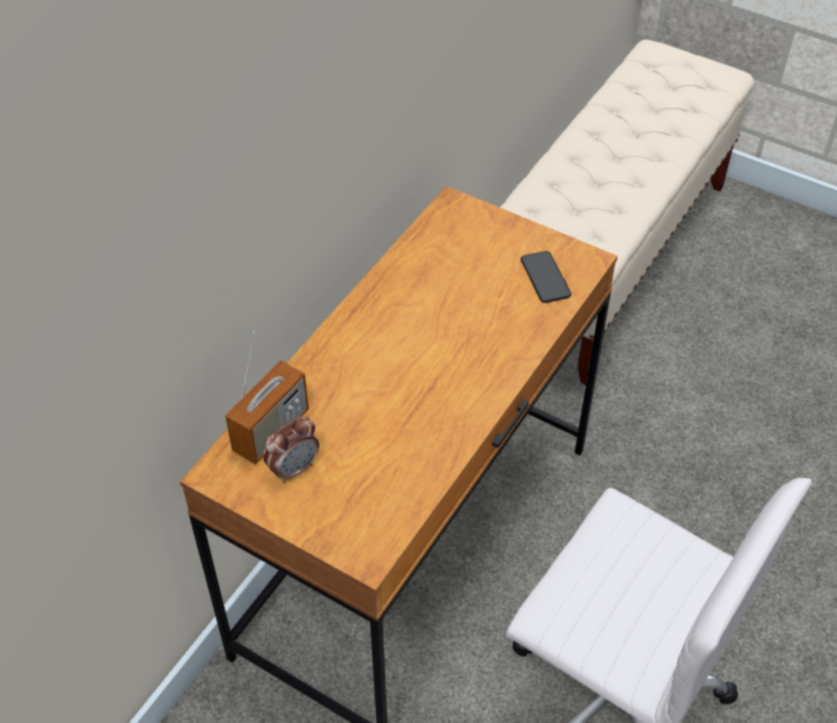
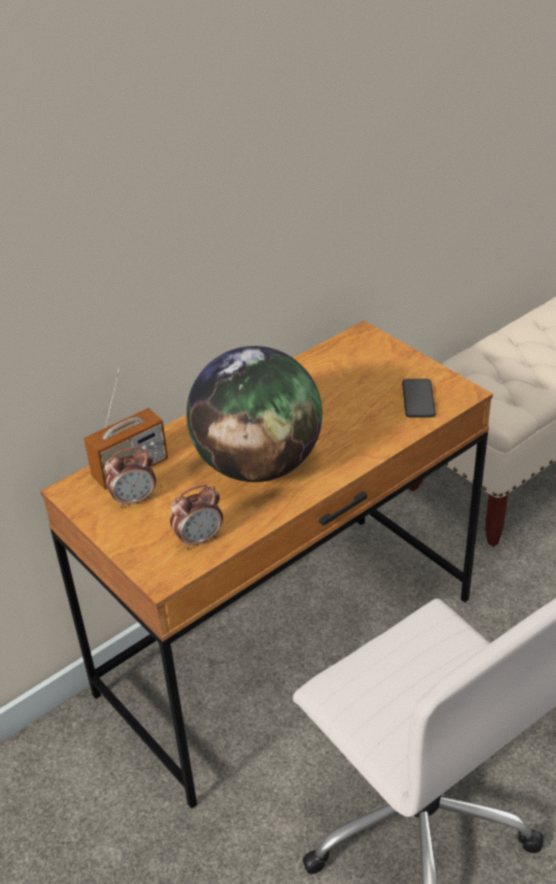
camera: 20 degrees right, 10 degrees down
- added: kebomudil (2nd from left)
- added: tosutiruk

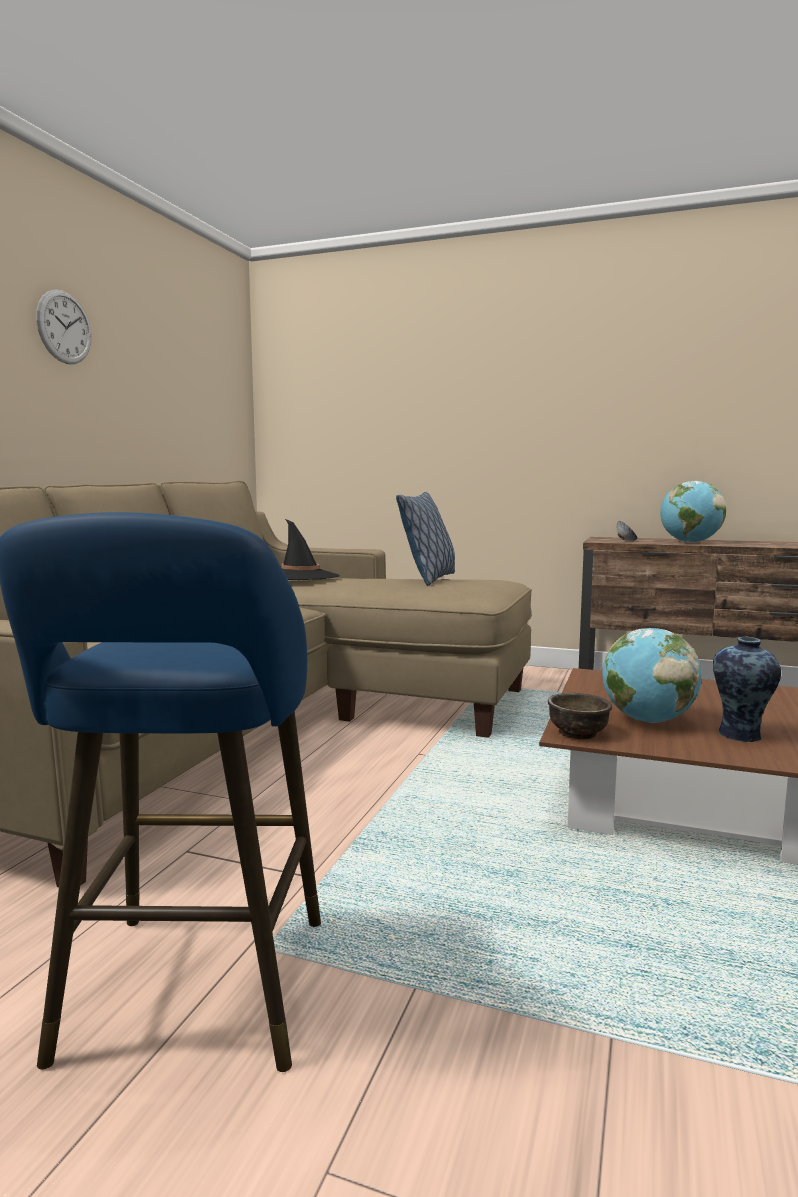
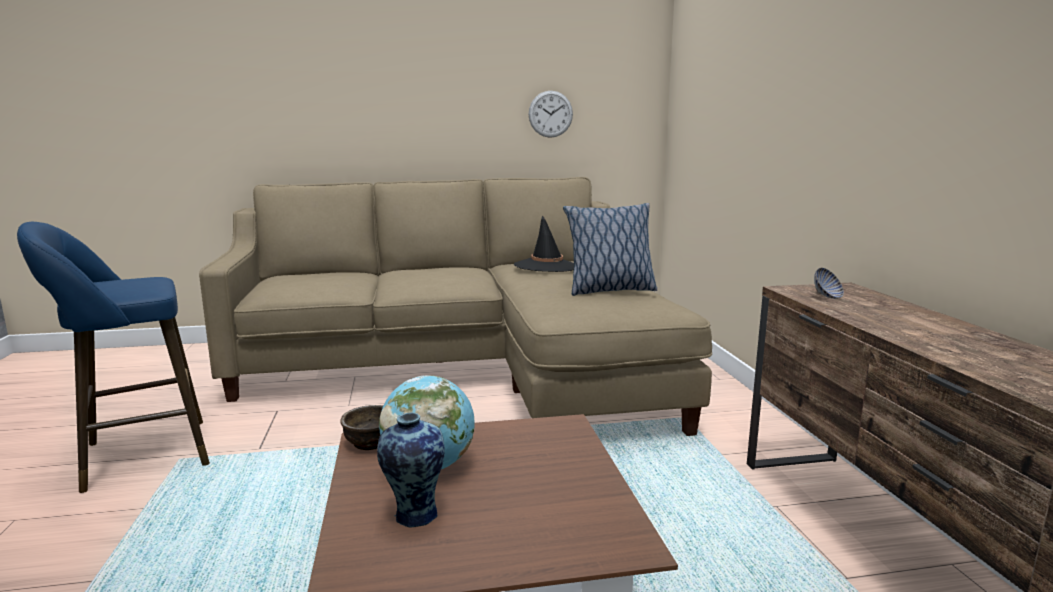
camera: 60 degrees right, 5 degrees up
- moved: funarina
- removed: tosutiruk (2nd from left)

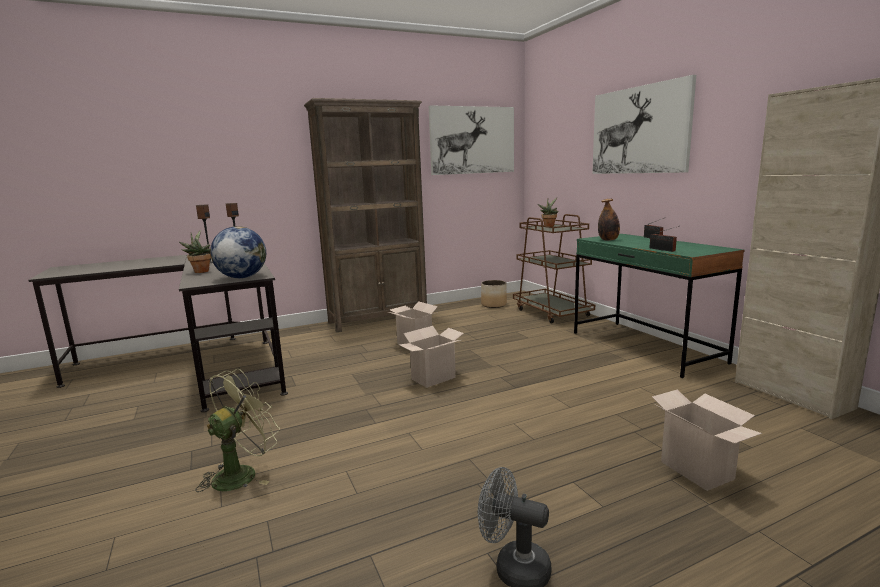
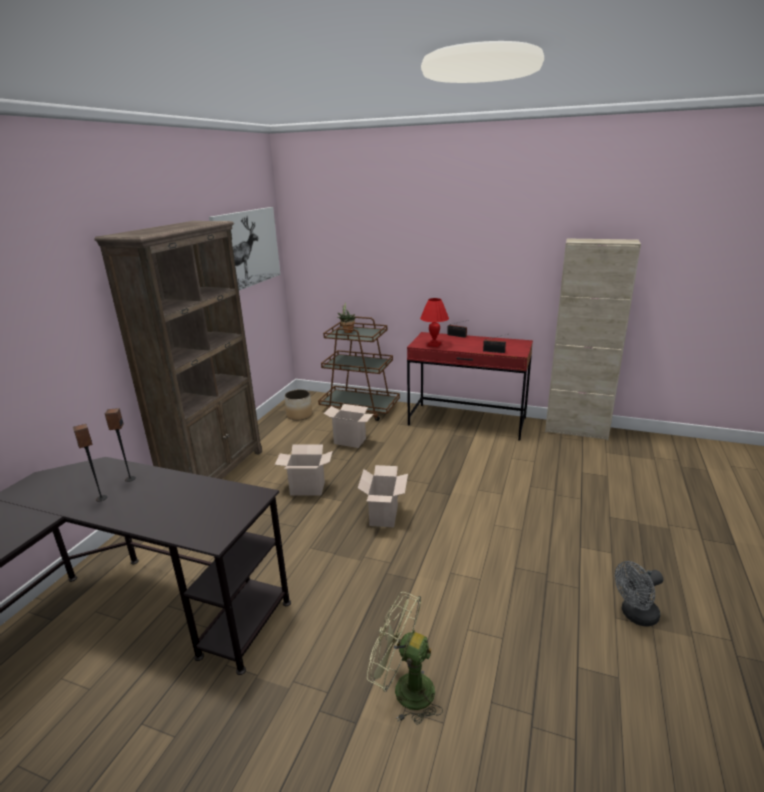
camera: 45 degrees left, 10 degrees up
- removed: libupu (1st from left)
- turned: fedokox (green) 60 degrees counterclockwise
- removed: tosutiruk
- recoloured: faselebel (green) to faselebel (red)
- removed: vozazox (2nd from left)
- replaced: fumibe to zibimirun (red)
- moved: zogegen (3rd from left in the first image) to zogegen (2nd from left)

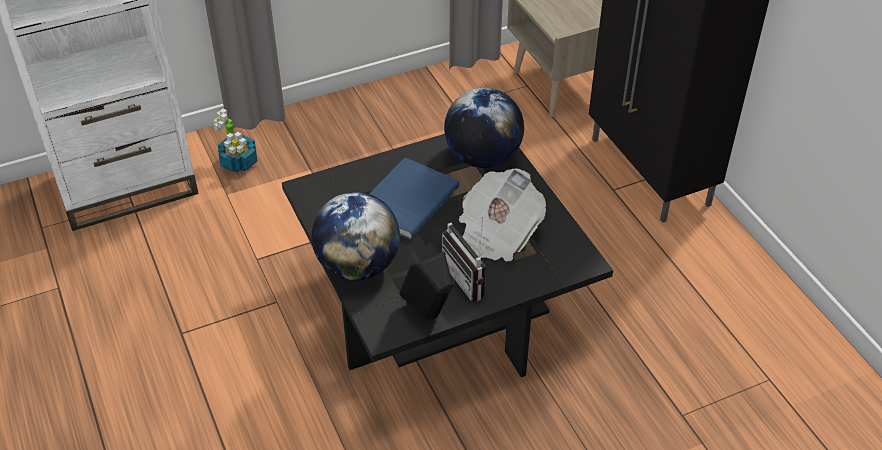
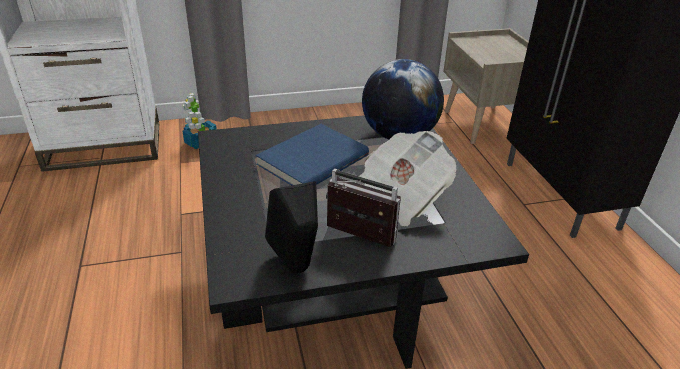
camera: 10 degrees right, 10 degrees down
- removed: tosutiruk (1st from left)
- turned: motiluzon 135 degrees clockwise

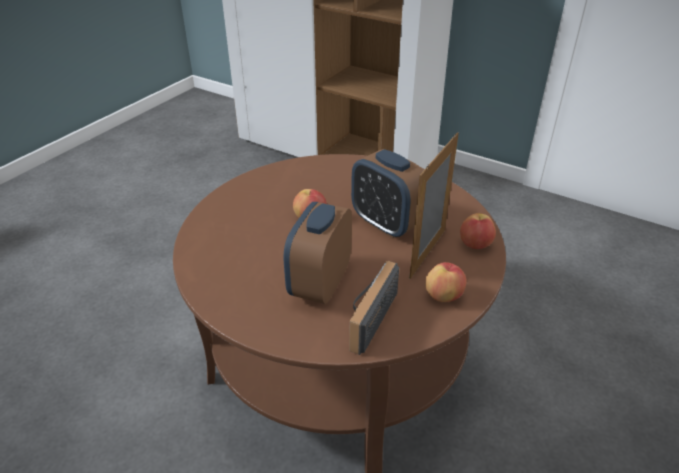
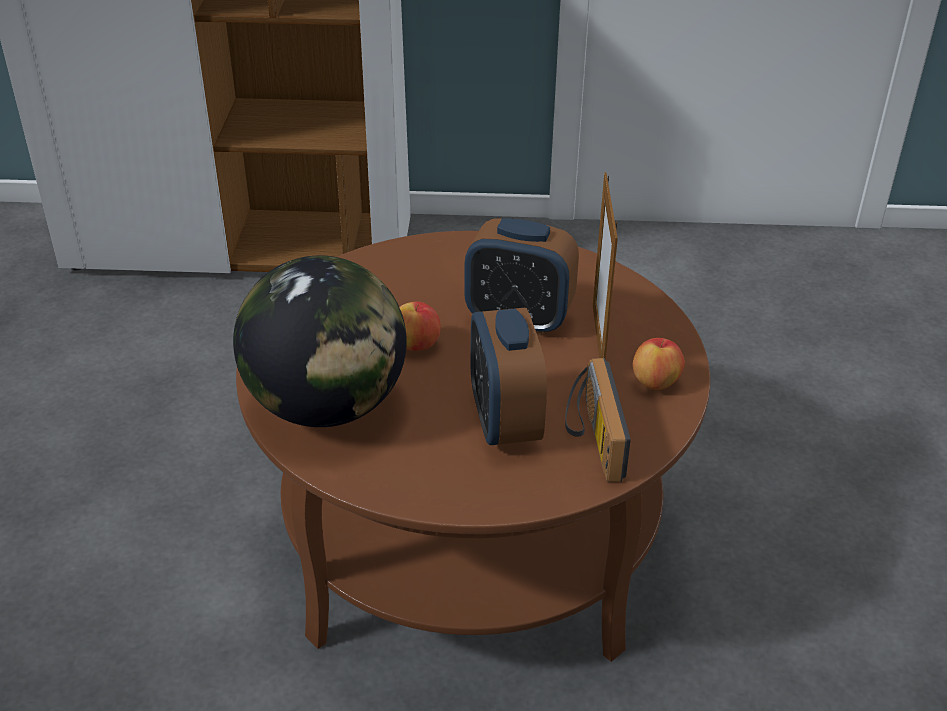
camera: 30 degrees left, 0 degrees up
- removed: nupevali (3rd from left)
- added: tosutiruk

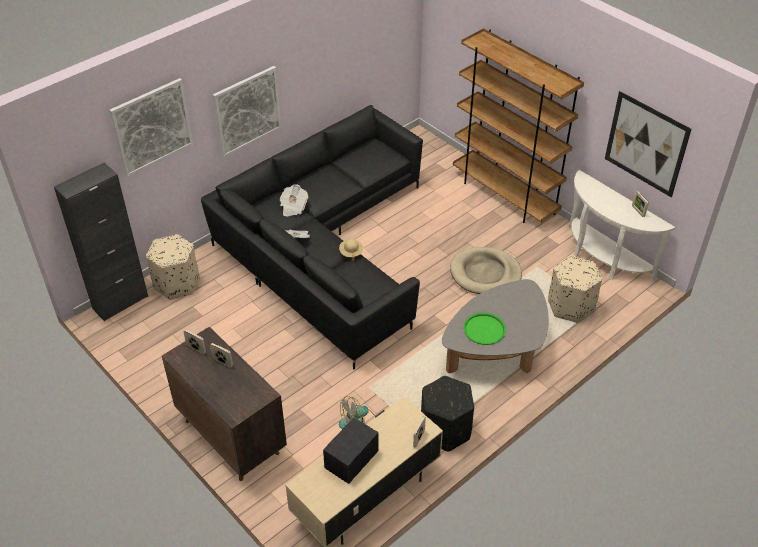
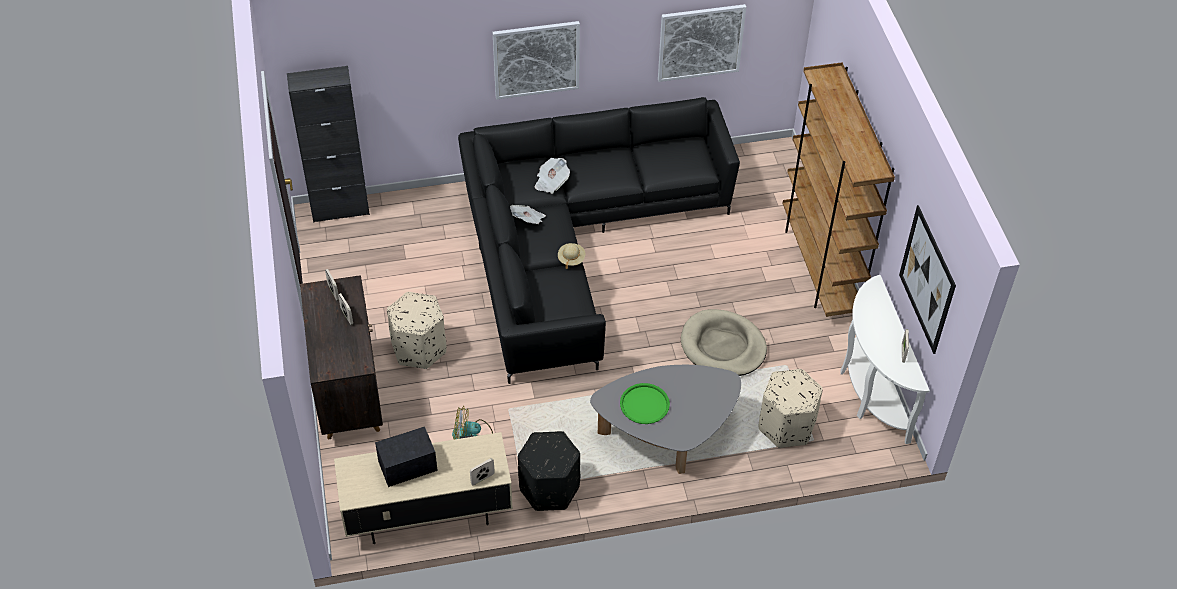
camera: 30 degrees right, 5 degrees up
- moved: vozazox (1st from left in the first image) to vozazox (2nd from left)
- moved: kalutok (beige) (1st from left)

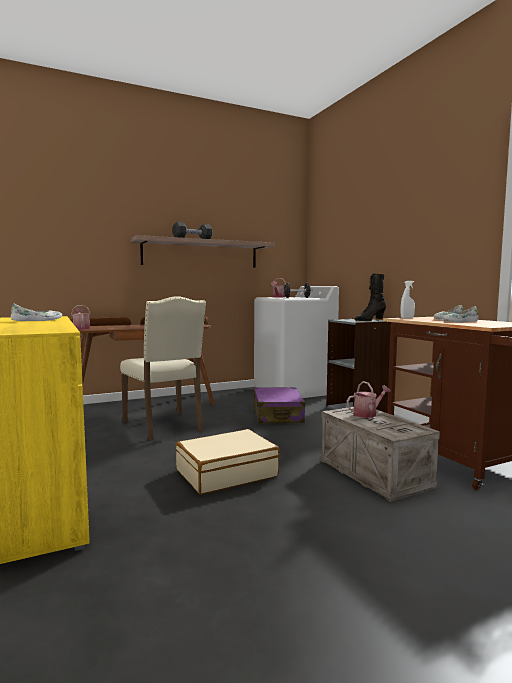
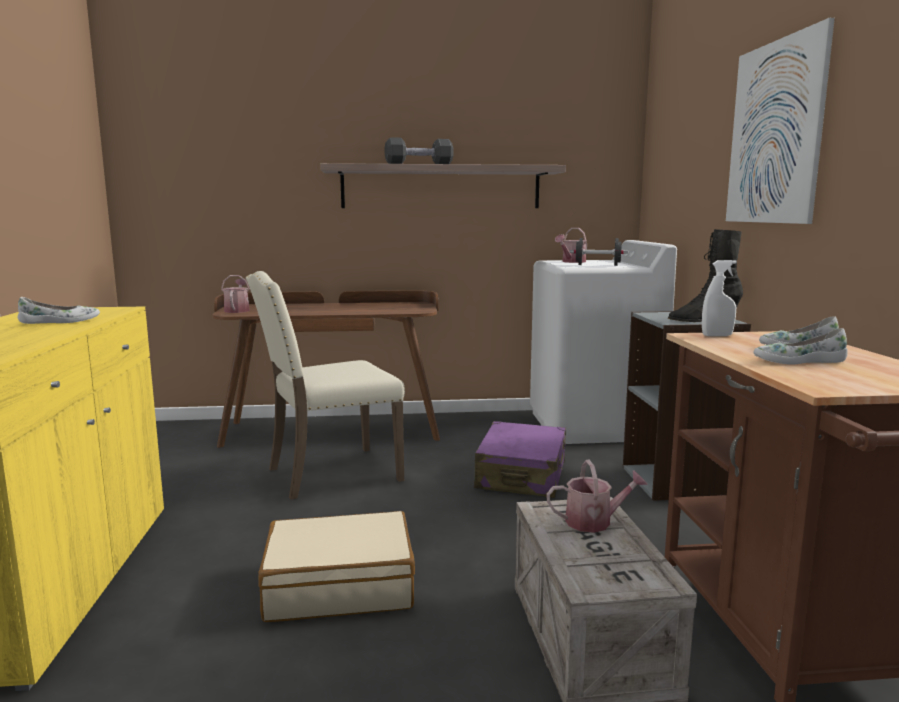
camera: 20 degrees right, 5 degrees up
- turned: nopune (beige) 75 degrees clockwise
- added: vozazox

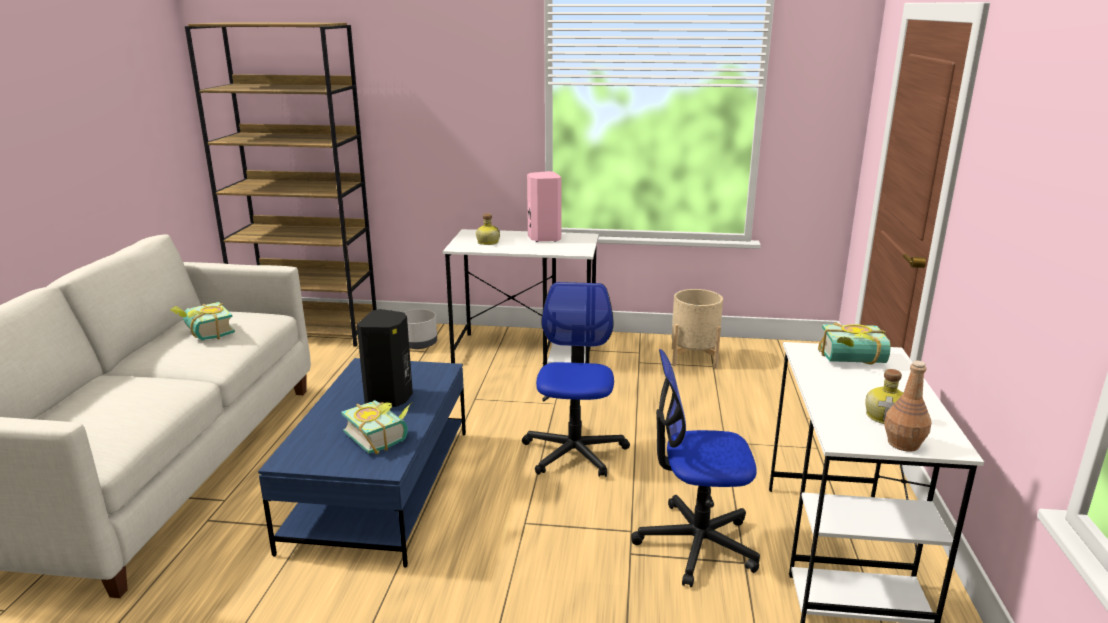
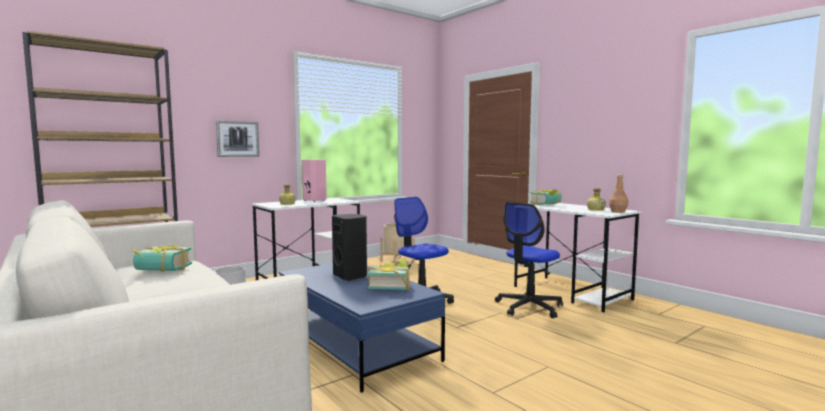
camera: 45 degrees left, 15 degrees down
- added: vozazox

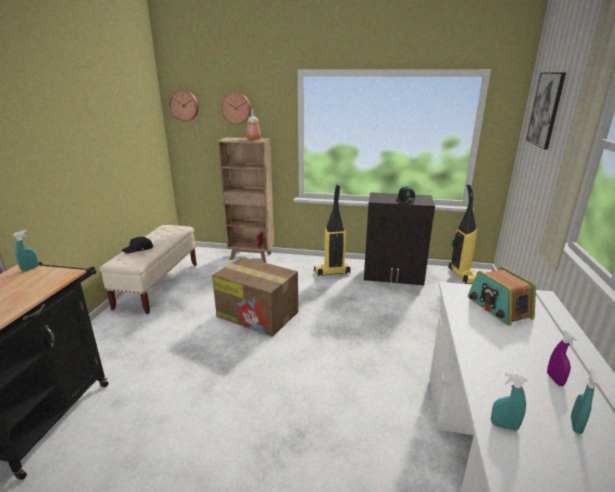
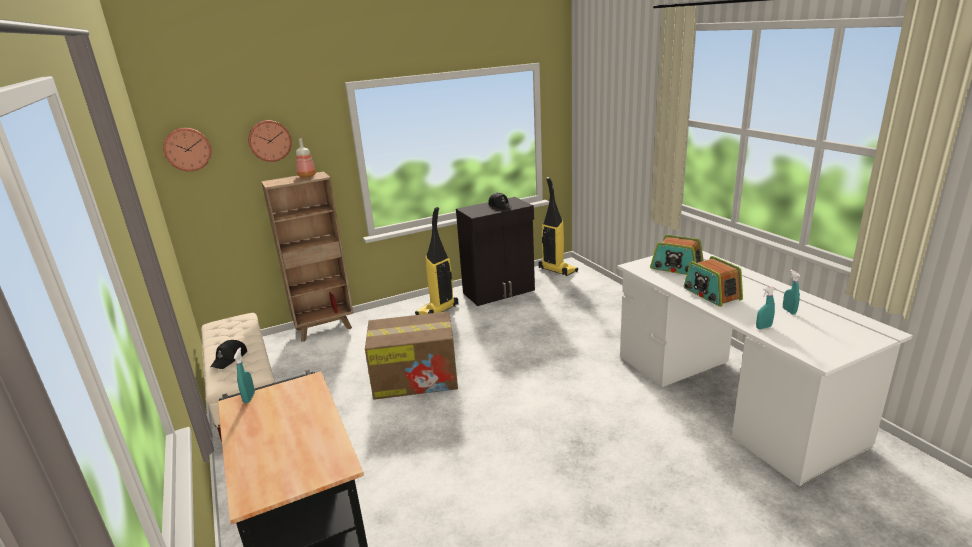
camera: 35 degrees left, 0 degrees up
- removed: vozazox
- removed: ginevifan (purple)
- added: motiluzon (2nd from left)

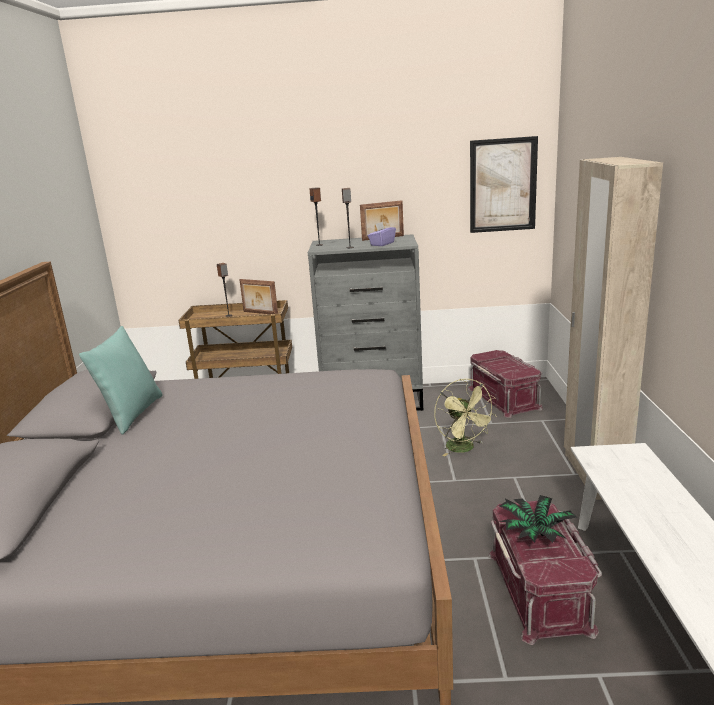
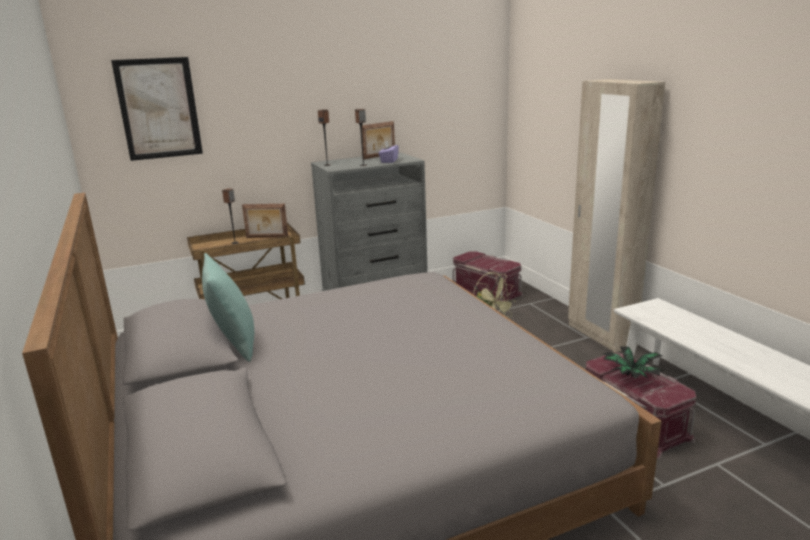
camera: 25 degrees left, 0 degrees up
- moved: vozazox

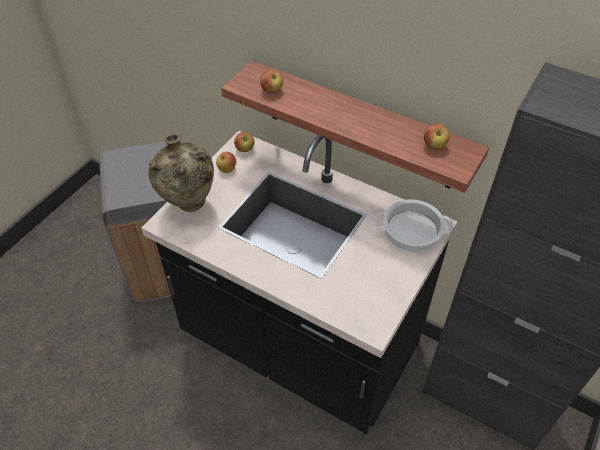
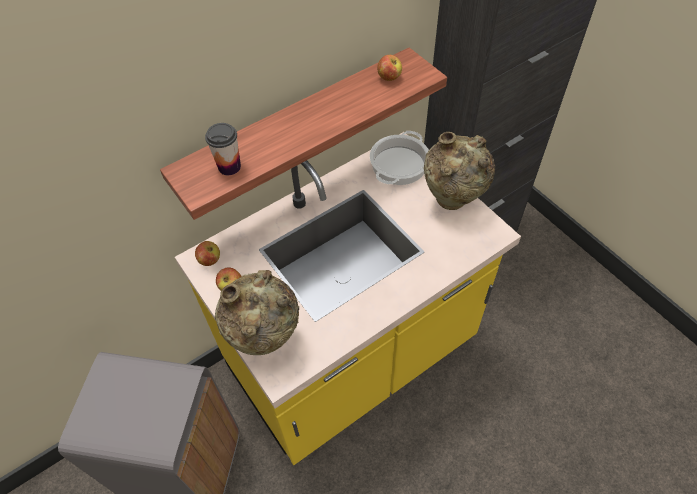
camera: 65 degrees left, 5 degrees up
- recoloured: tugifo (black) to tugifo (yellow)
- replaced: nupevali (3rd from left) to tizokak
- added: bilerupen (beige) (2nd from left)

